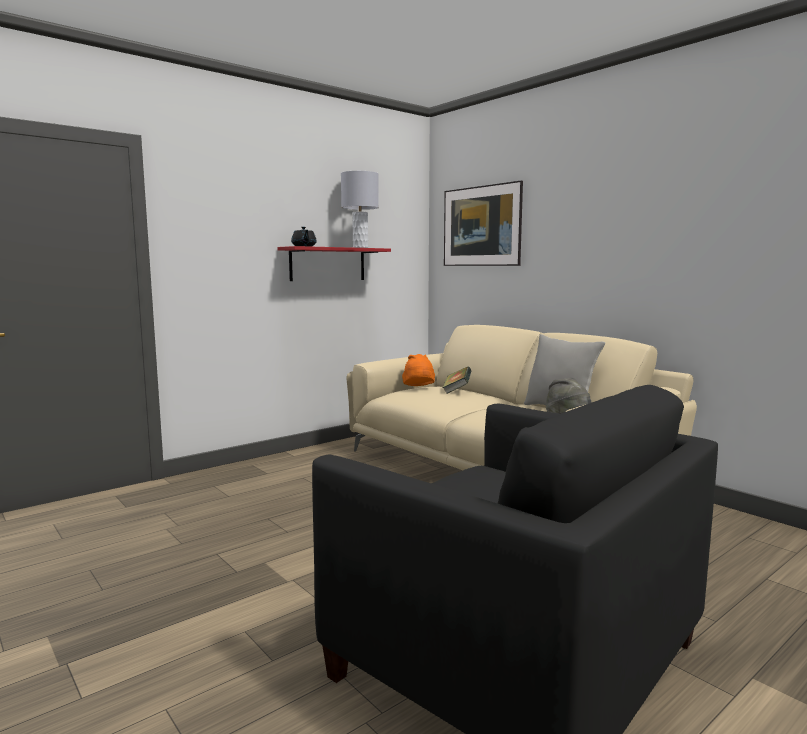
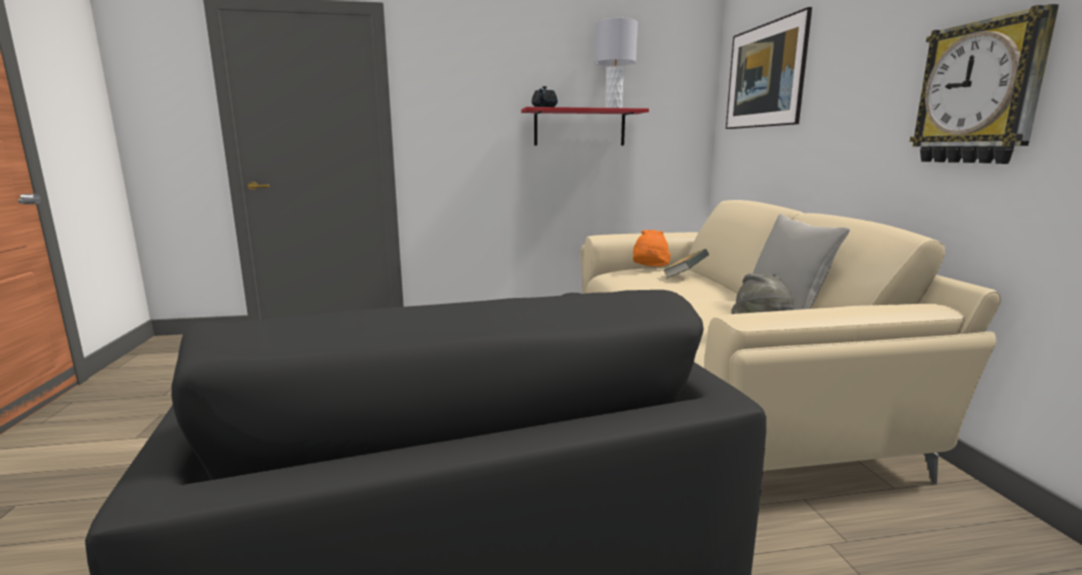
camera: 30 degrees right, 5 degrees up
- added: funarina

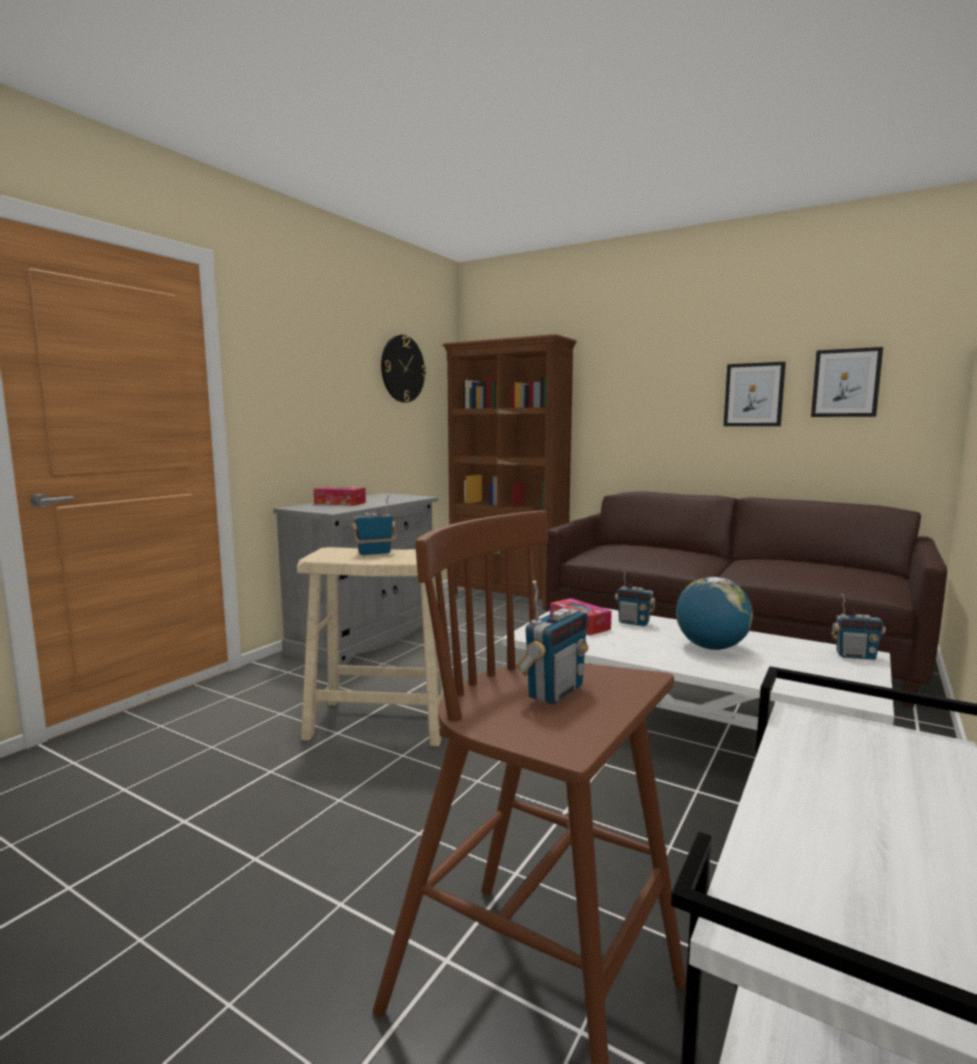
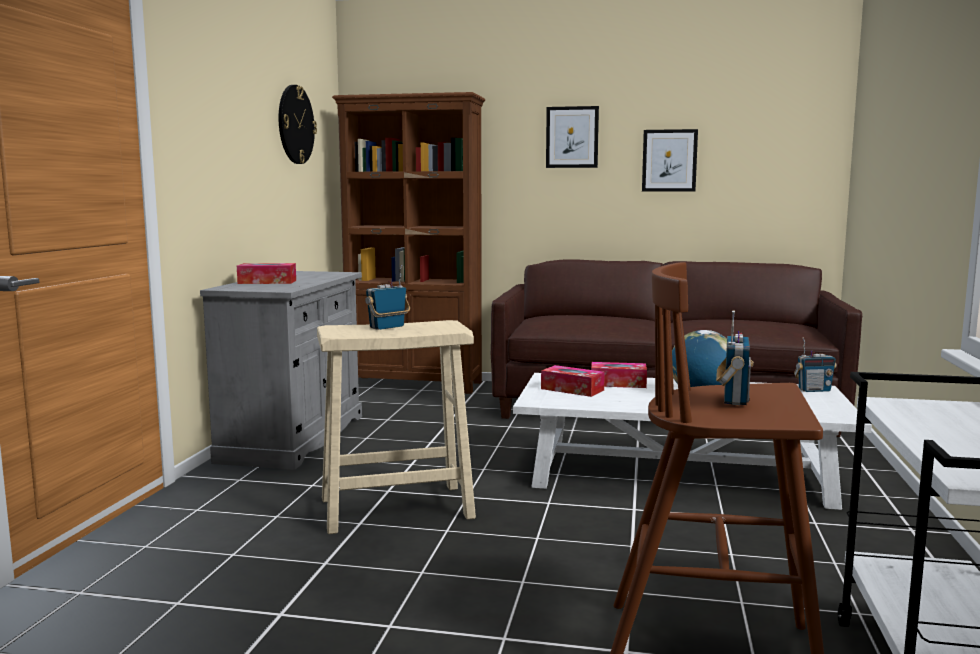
camera: 20 degrees left, 0 degrees up
- replaced: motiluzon (3rd from left) to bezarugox (3rd from left)
- moved: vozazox (2nd from left in the first image) to vozazox (1st from left)

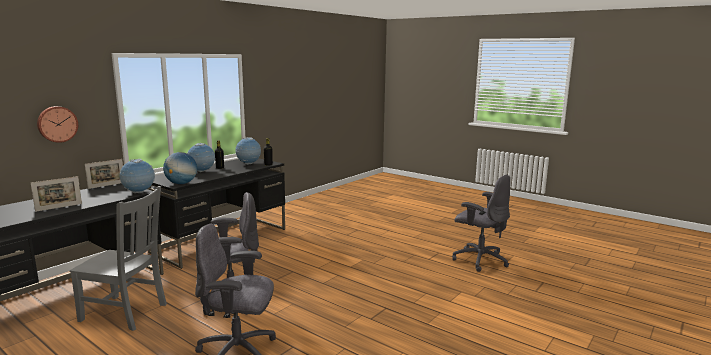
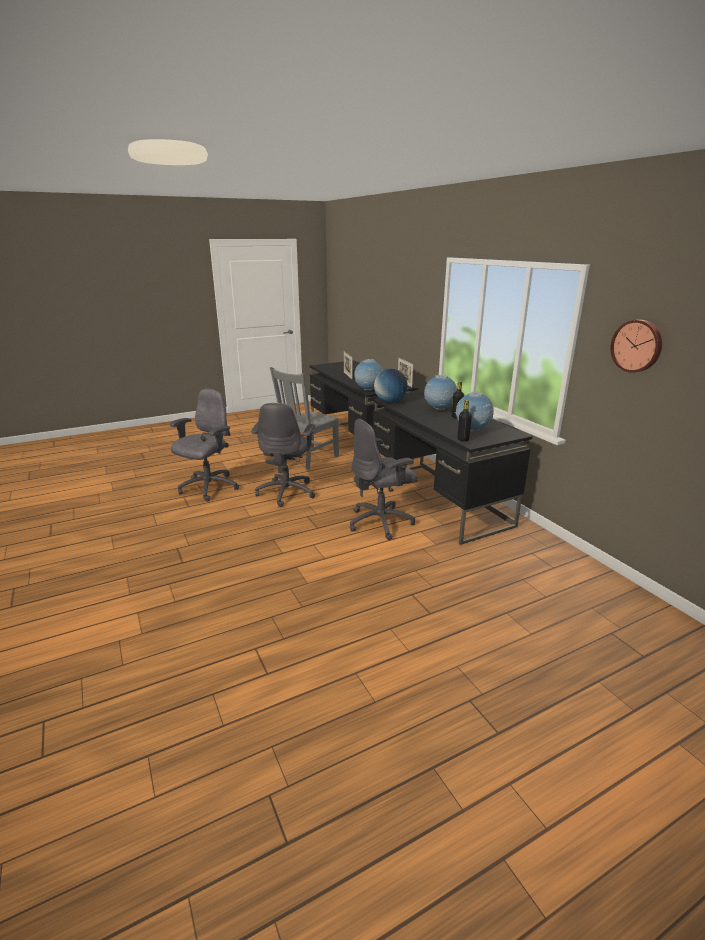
camera: 115 degrees right, 10 degrees up
- moved: funarina
- moved: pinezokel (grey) (3rd from left)

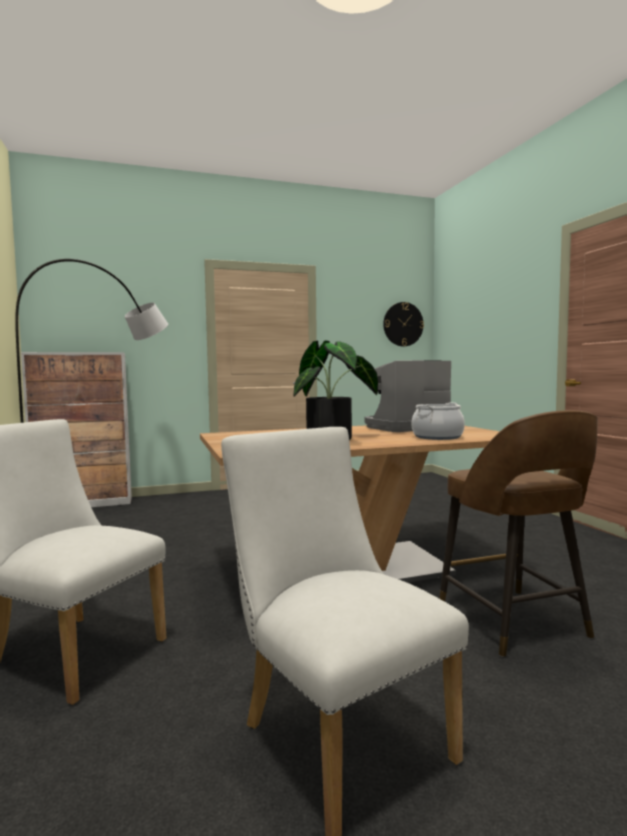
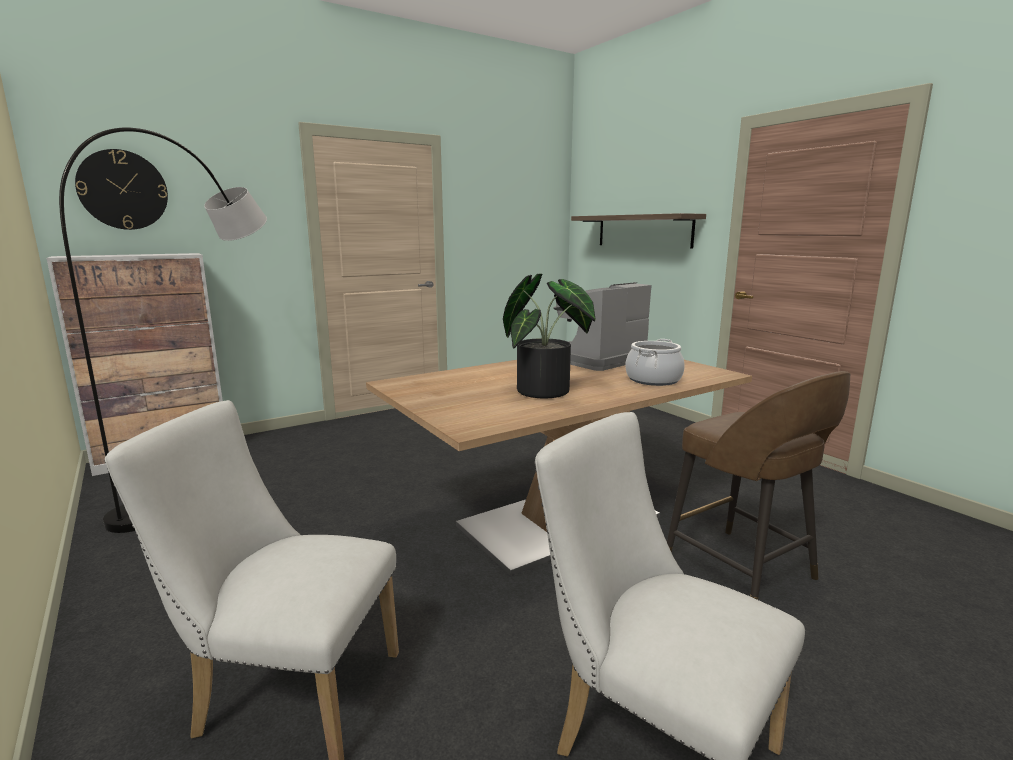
camera: 15 degrees left, 10 degrees up
- moved: funarina
- added: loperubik

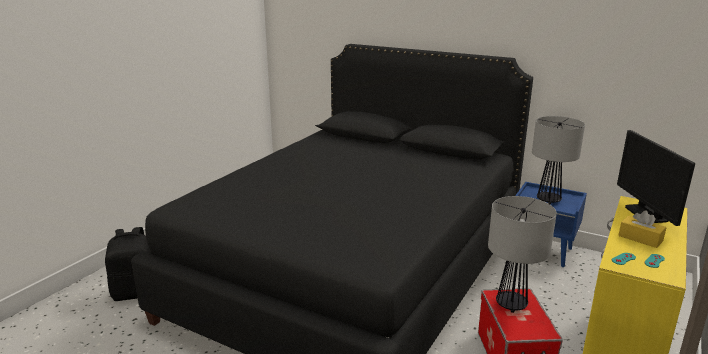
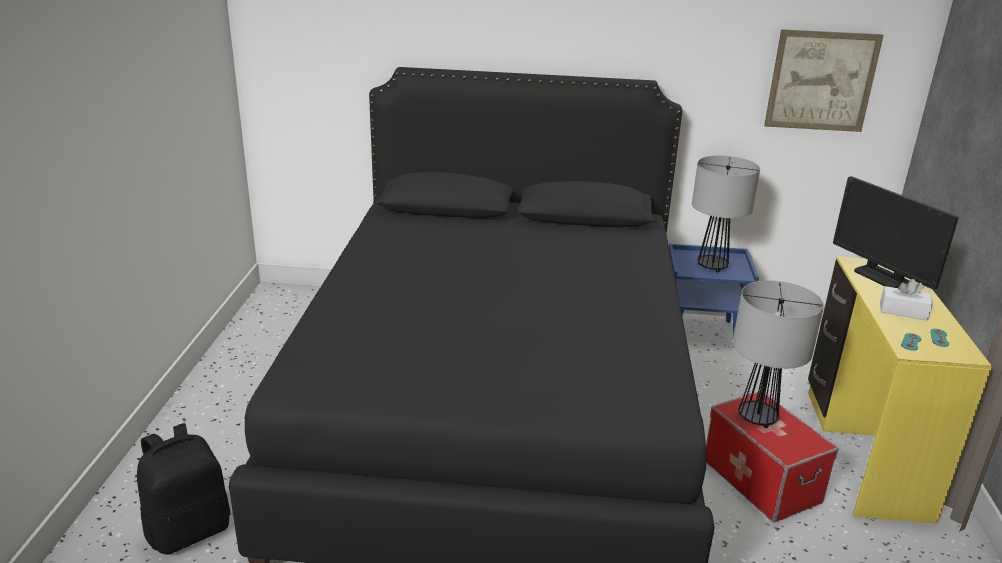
camera: 25 degrees left, 5 degrees up
- recoloured: bezarugox (yellow) to bezarugox (white)
- added: vozazox

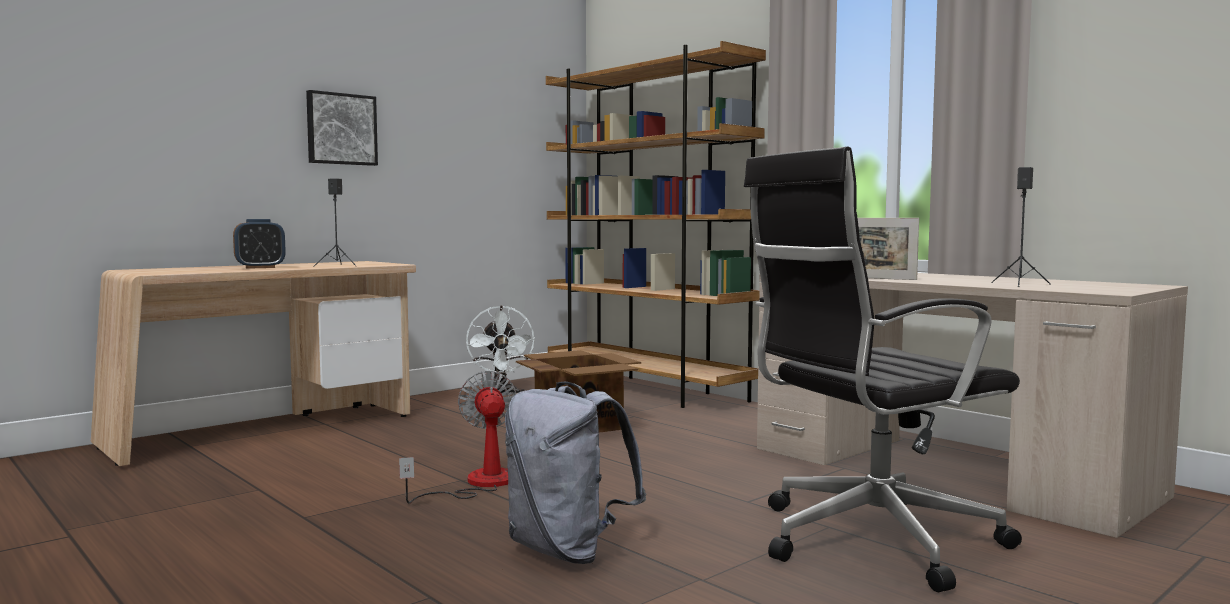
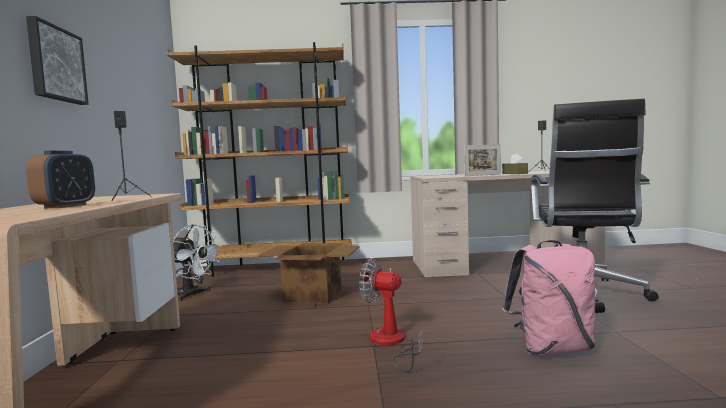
camera: 50 degrees left, 0 degrees up
- recoloured: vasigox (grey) to vasigox (pink)
- added: bezarugox (brown)

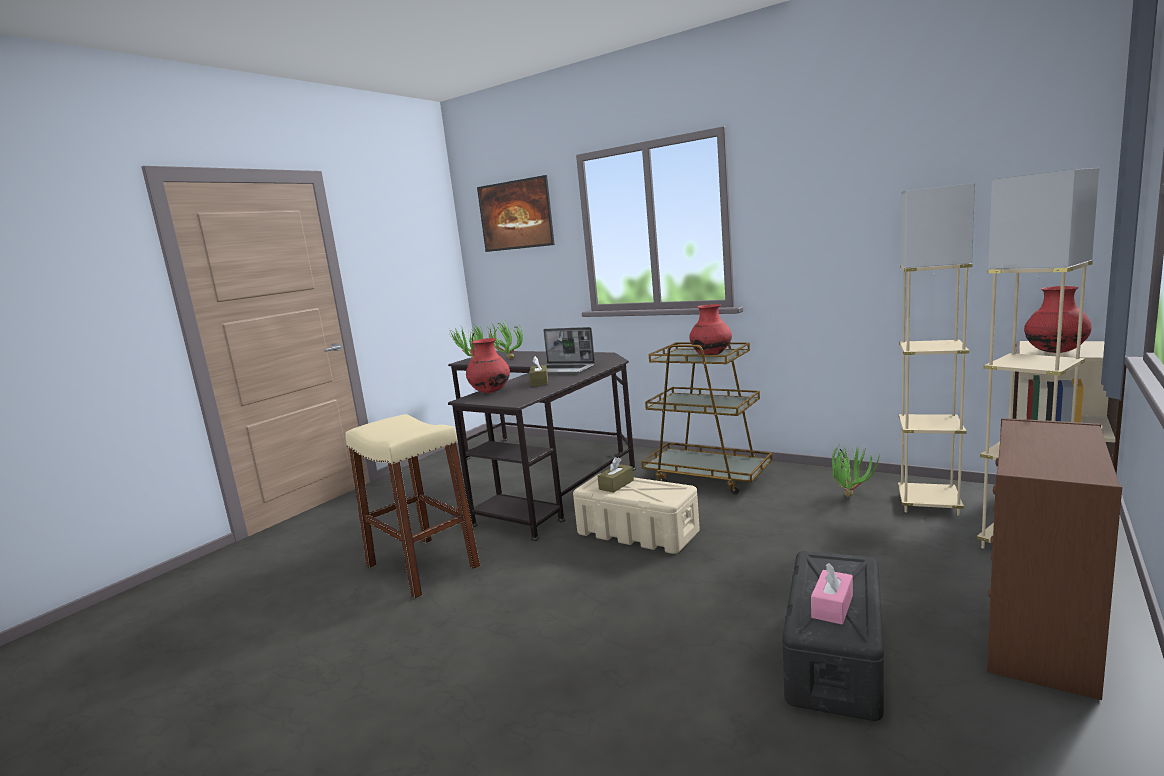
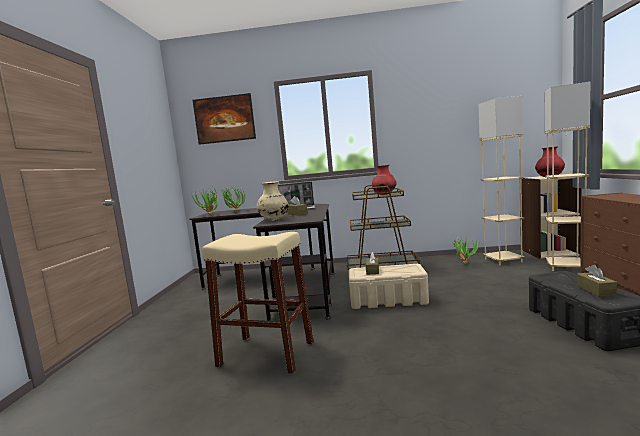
camera: 30 degrees left, 5 degrees down
- recoloured: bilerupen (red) (1st from left) to bilerupen (beige)
- recoloured: bezarugox (pink) to bezarugox (brown) (3rd from left)

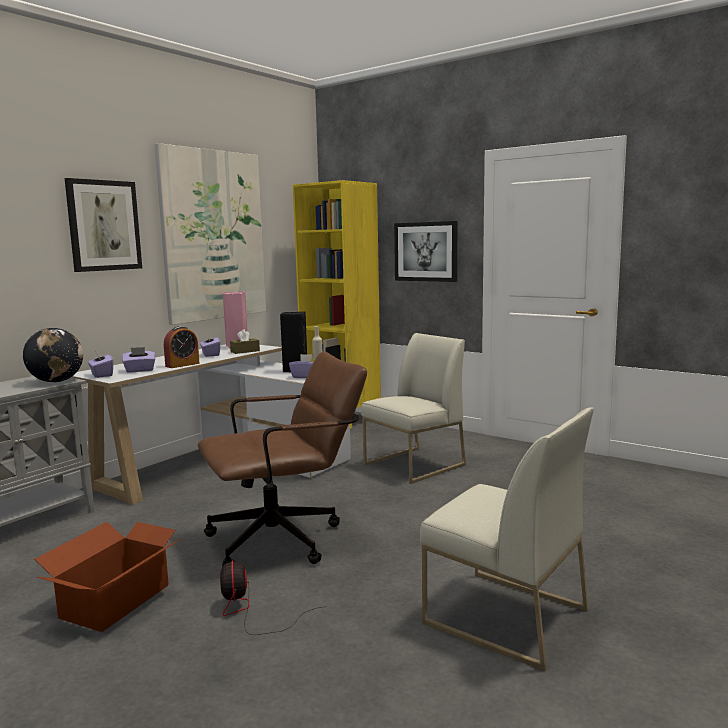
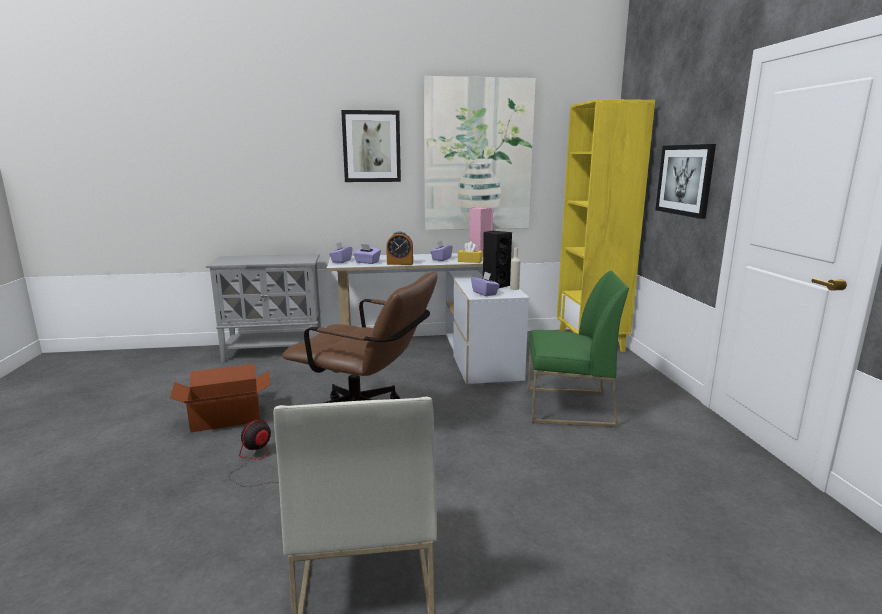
camera: 45 degrees right, 5 degrees up
- removed: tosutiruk
- recoloured: bezarugox (brown) to bezarugox (yellow)
- recoloured: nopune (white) (1st from left) to nopune (green)

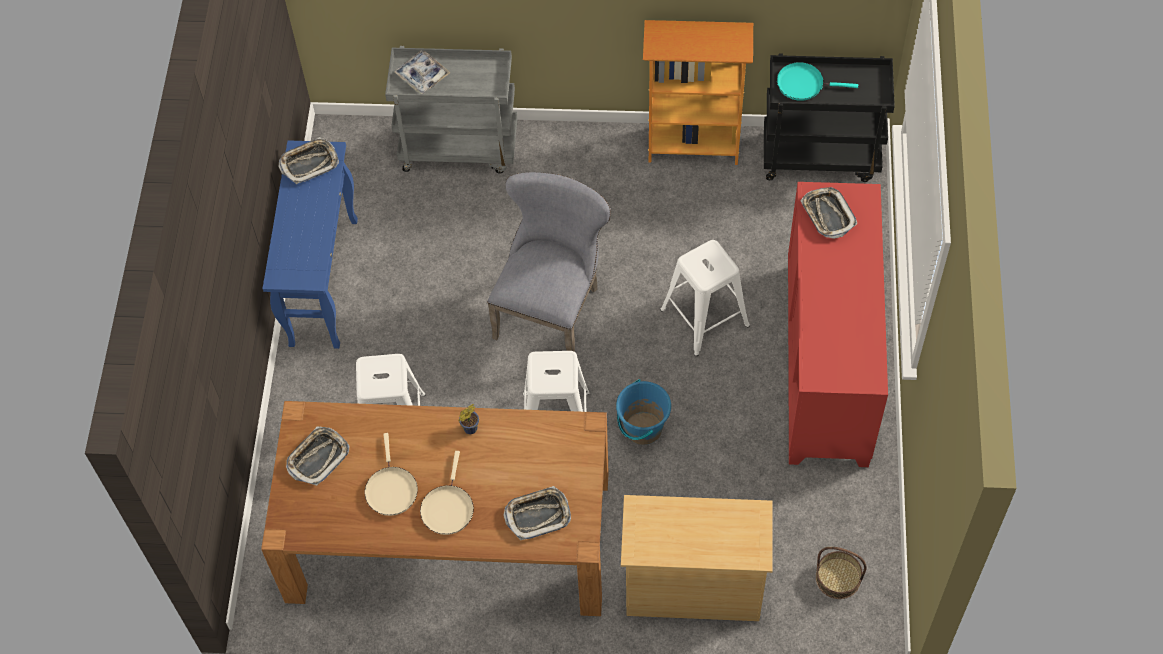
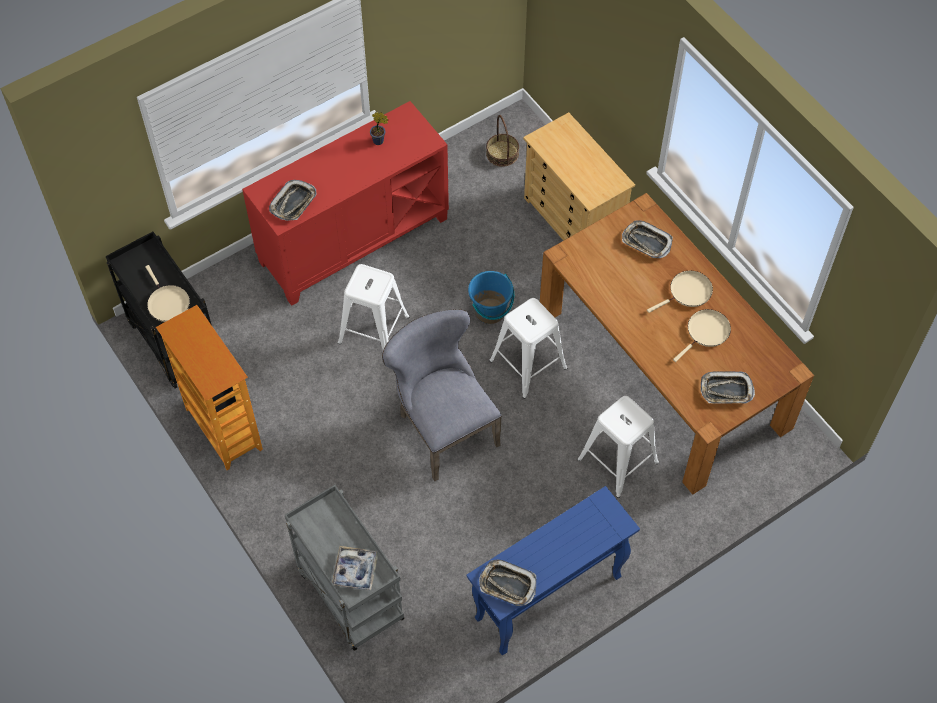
camera: 130 degrees left, 0 degrees up
- moved: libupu
- turned: nopune (grey) 75 degrees clockwise
- recoloured: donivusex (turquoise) to donivusex (beige) (1st from left)

